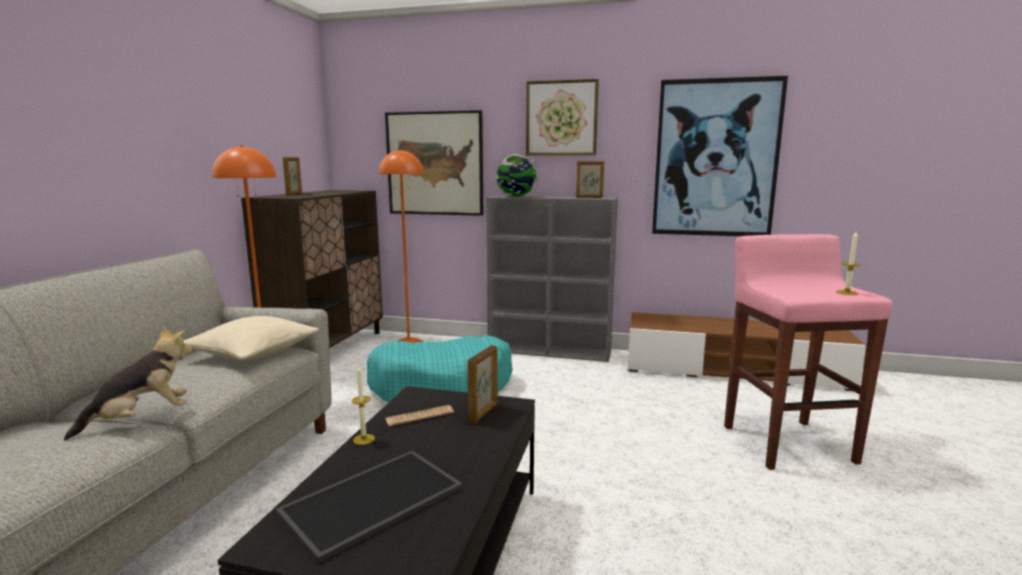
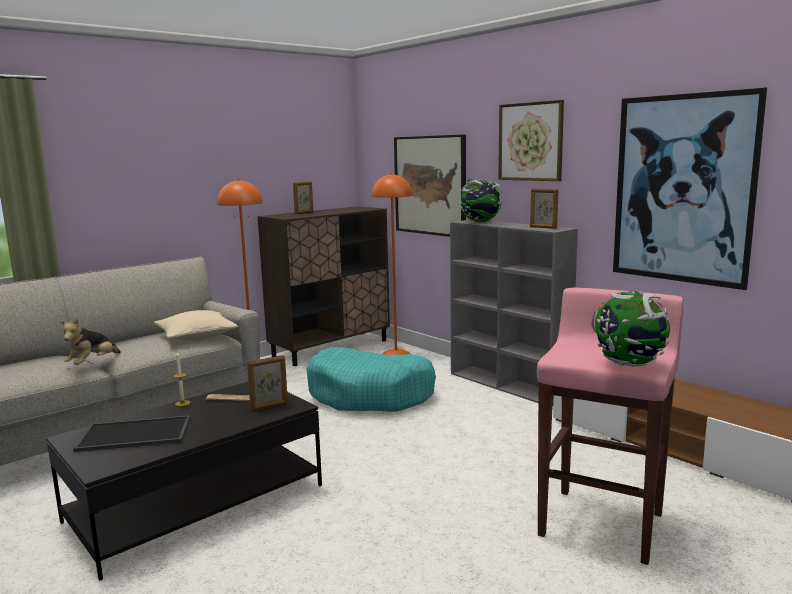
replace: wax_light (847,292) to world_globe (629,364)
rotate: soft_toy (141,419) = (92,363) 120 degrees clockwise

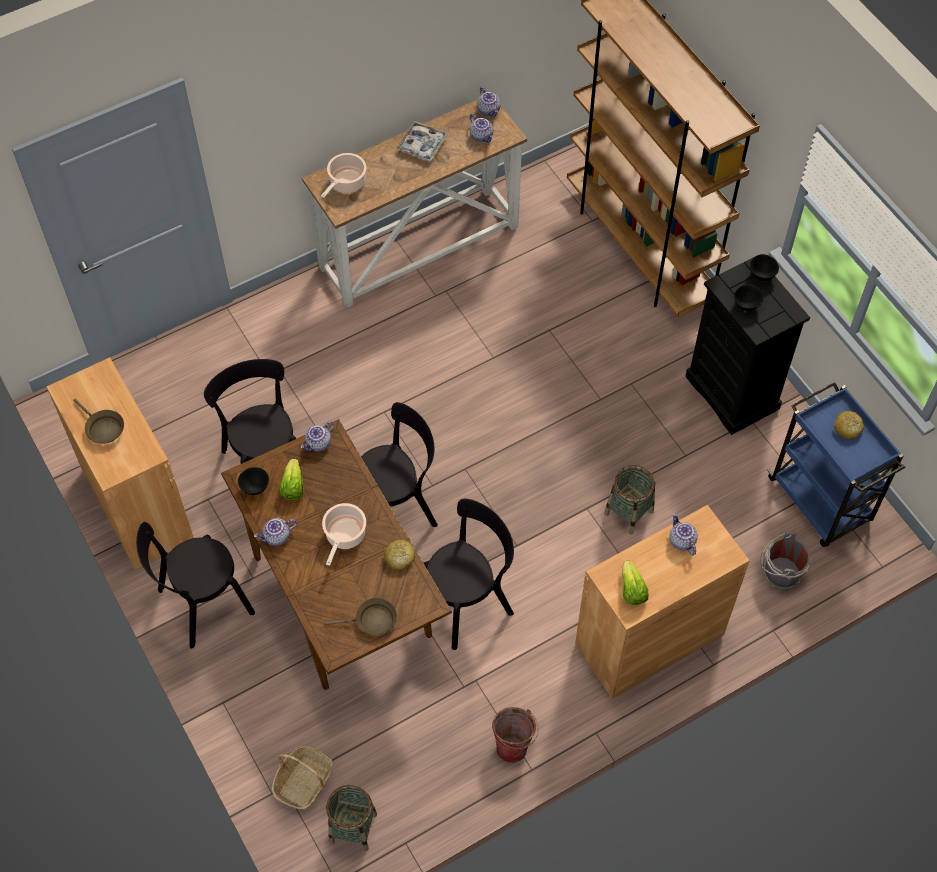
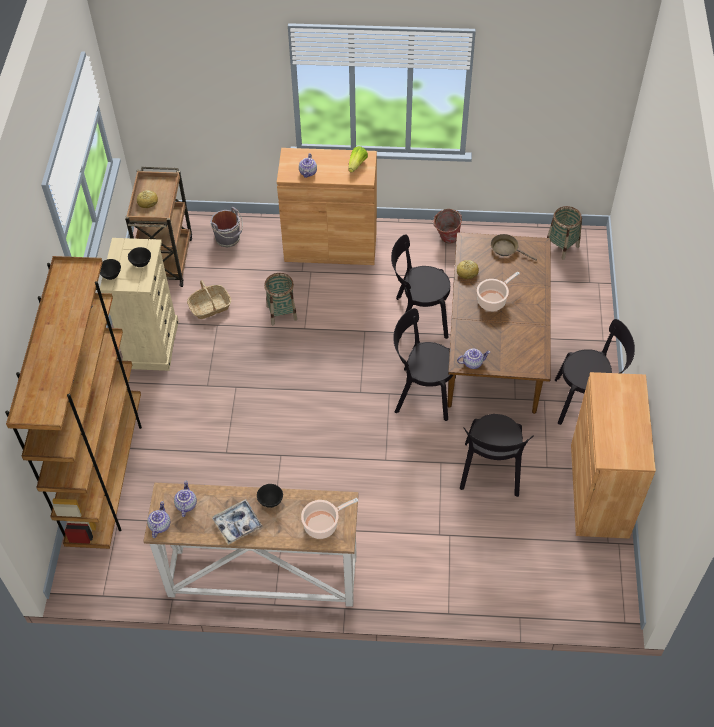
delete: brown_skillet (103,428); lettuce_head (293,486); pot_for_tea (277,537)
move: black-coloured_serving_bowl (255,488) to (271,501); storage_basket (304,781) to (210,307)
recolor: black-coloured_dresser (732,392) to sand-coloured_dresser (151,344); bluish_trolley (821,501) to brown_trolley (167,259)

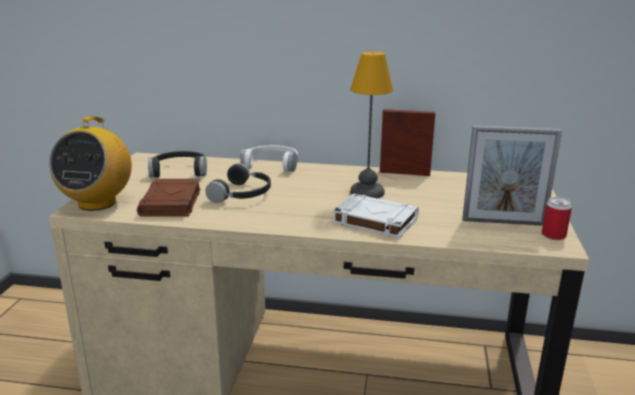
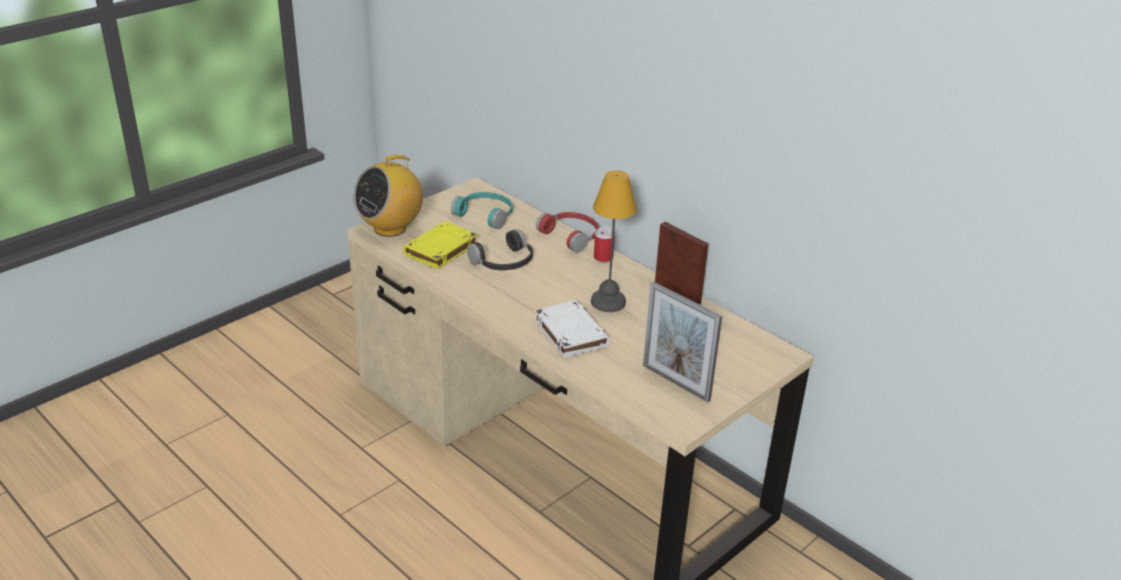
move: sealed_can (553,235) to (603,258)
recolor: white-coloured_headset (272,164) to red_headset (571,236); black-coloured_headset (179,171) to turquoise-coloured_headset (486,215); brown_bound_book (171,203) to yellow-coloured_bound_book (440,250)

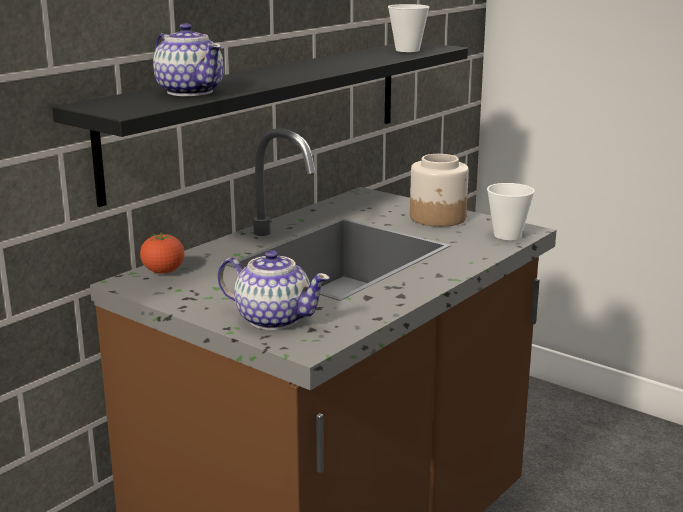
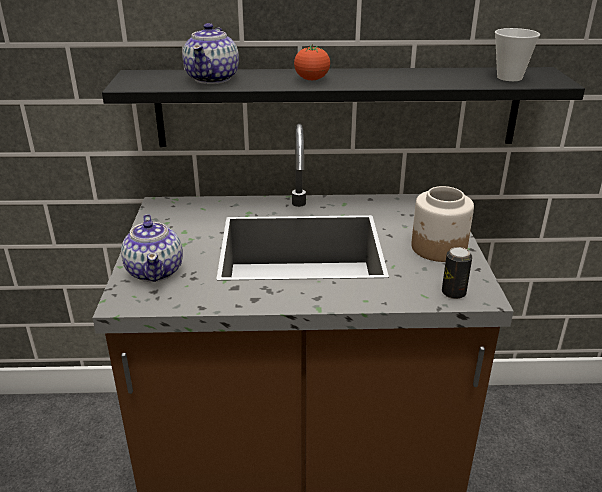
move: fresh_tomato (163,272) to (312,80)
replace: drinking_cup (507,235) to sealed_can (453,293)

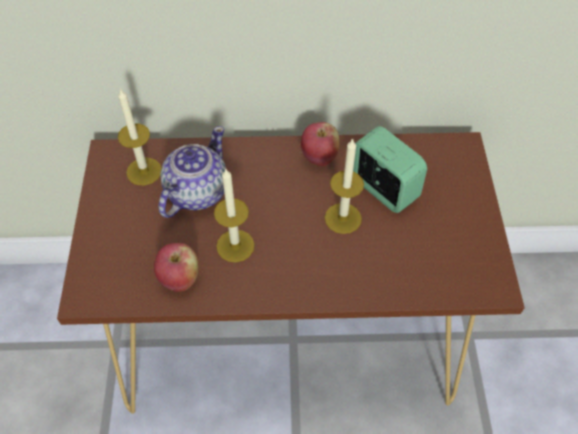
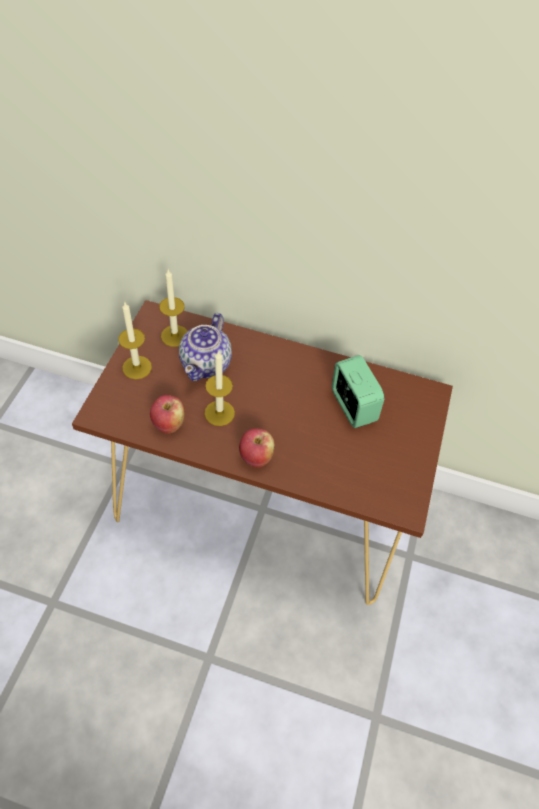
move: apple (319,157) to (256,457); wax_light (343,218) to (137,367)
rotate: pot_for_tea (196,192) = (206,364) 150 degrees clockwise

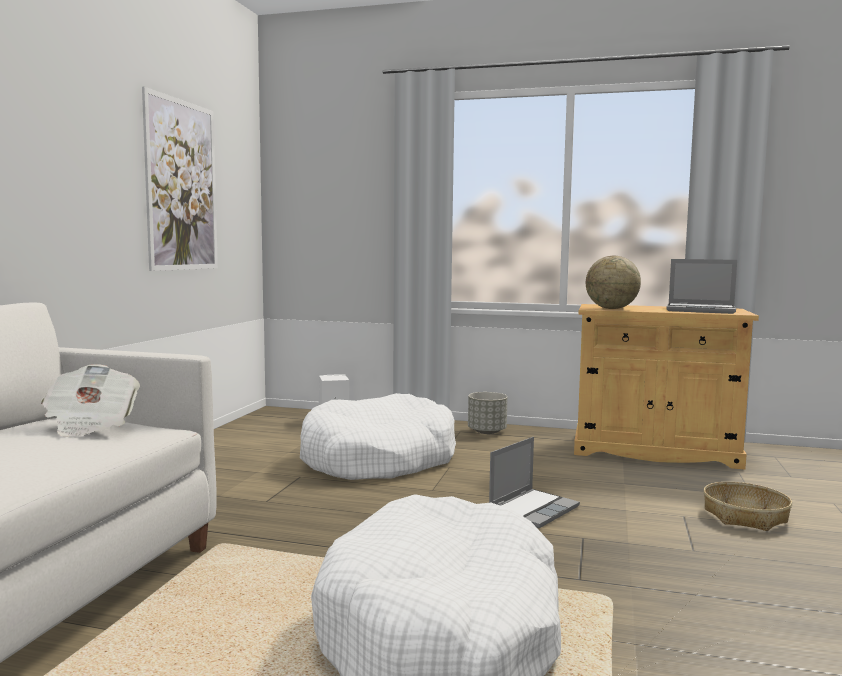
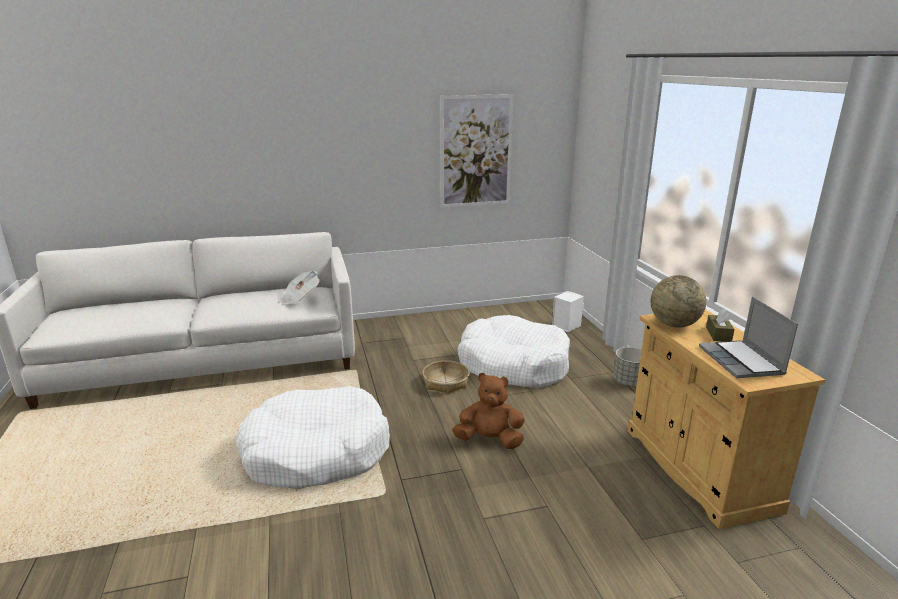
insert: brown_tissue_holder (718,334)
move: storage_basket (745,516) to (446,383)
replace: laptop (533,509) to brown_soft_toy (489,440)

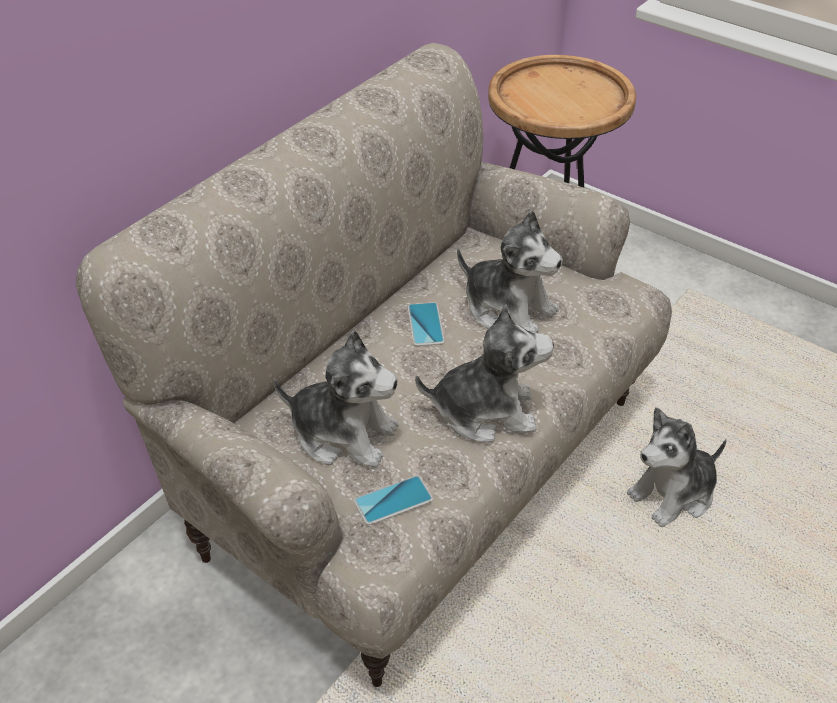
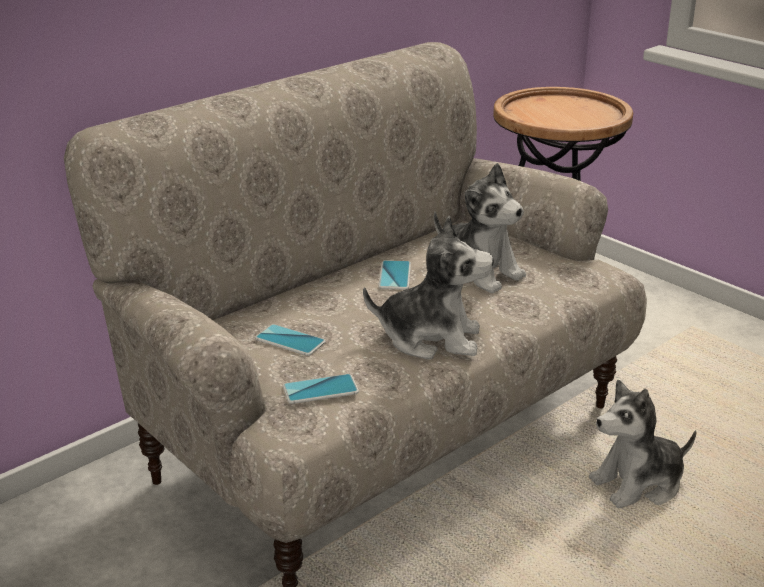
replace: soft_toy (343,434) to phone (290,341)

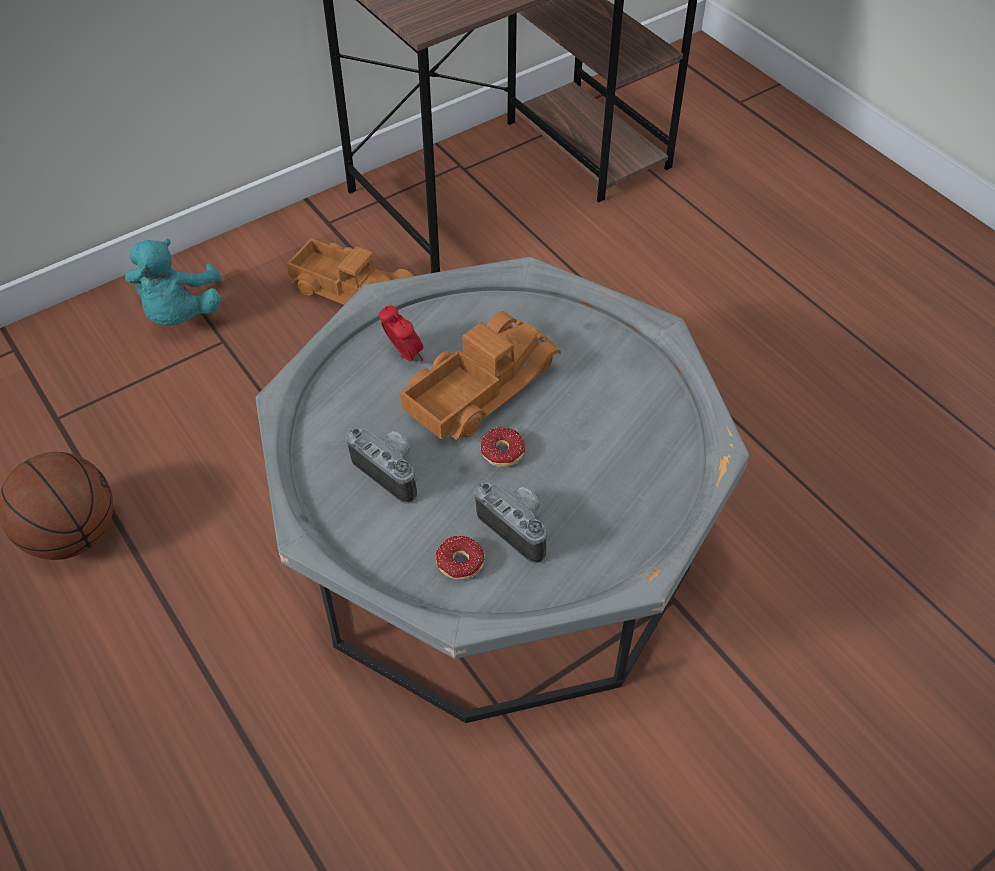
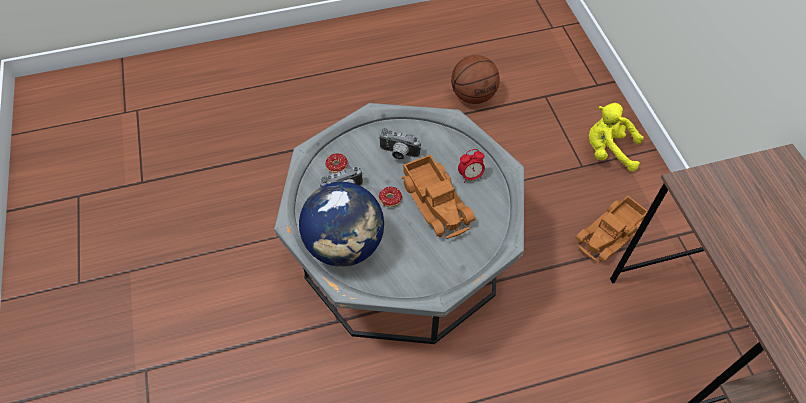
insert: world_globe (345,245)
recolor: turquoise-coloured_soft_toy (180,314) to yellow-coloured_soft_toy (608,151)
rotate: still_camera (391,471) = (398,154) 45 degrees clockwise

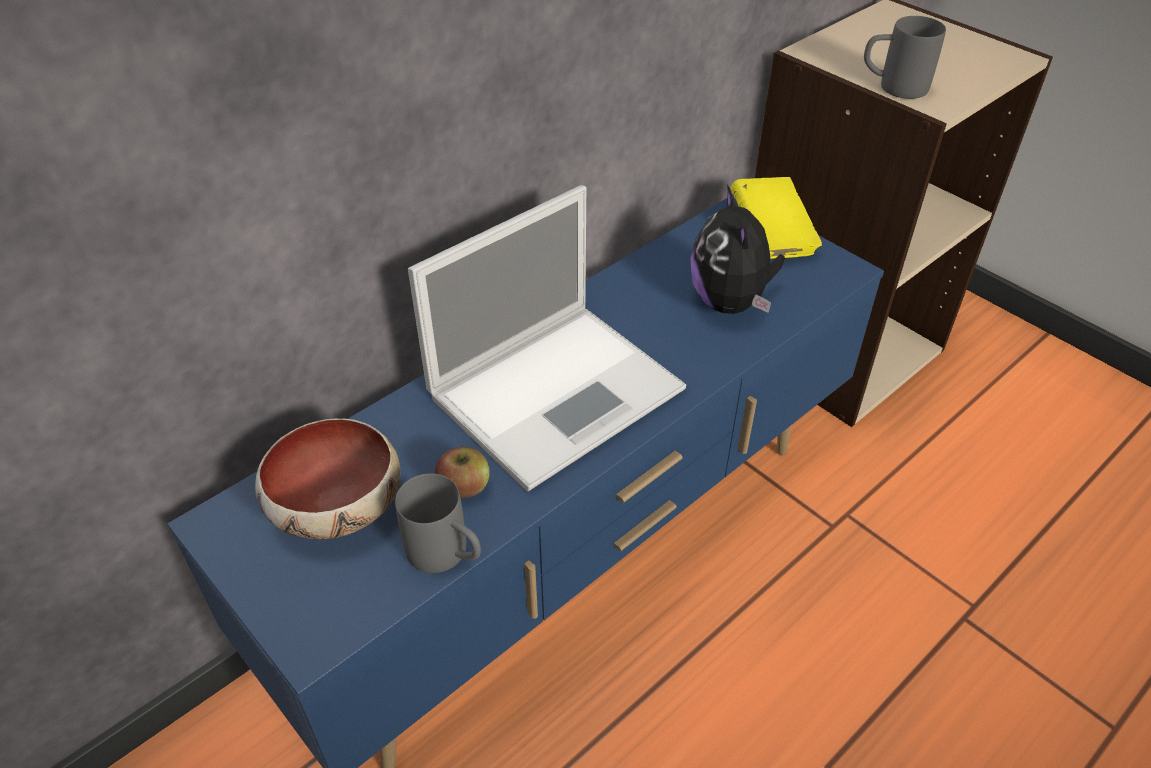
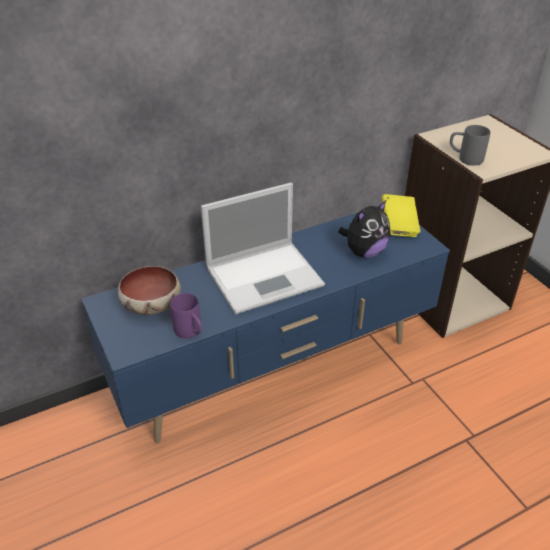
delete: apple (464,486)
recolor: grey_tea_mug (447,556) to purplish_tea_mug (191,333)
rotate: soft_toy (731,302) = (364,252) 135 degrees counterclockwise

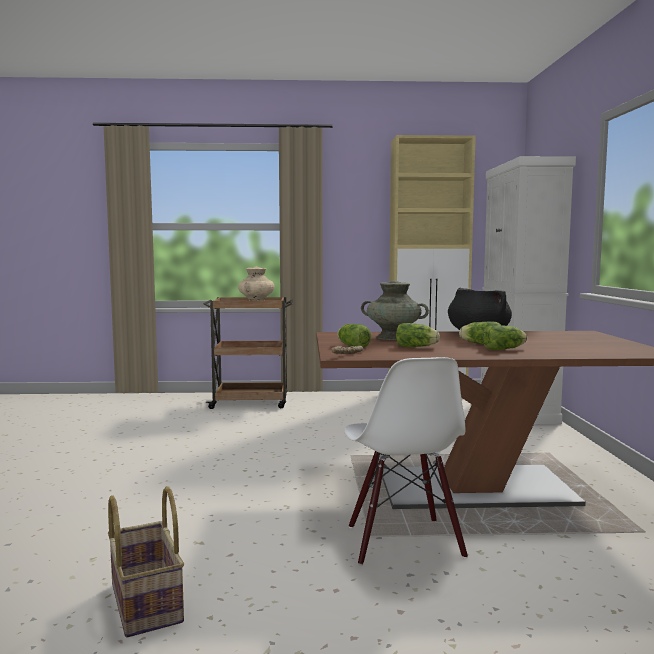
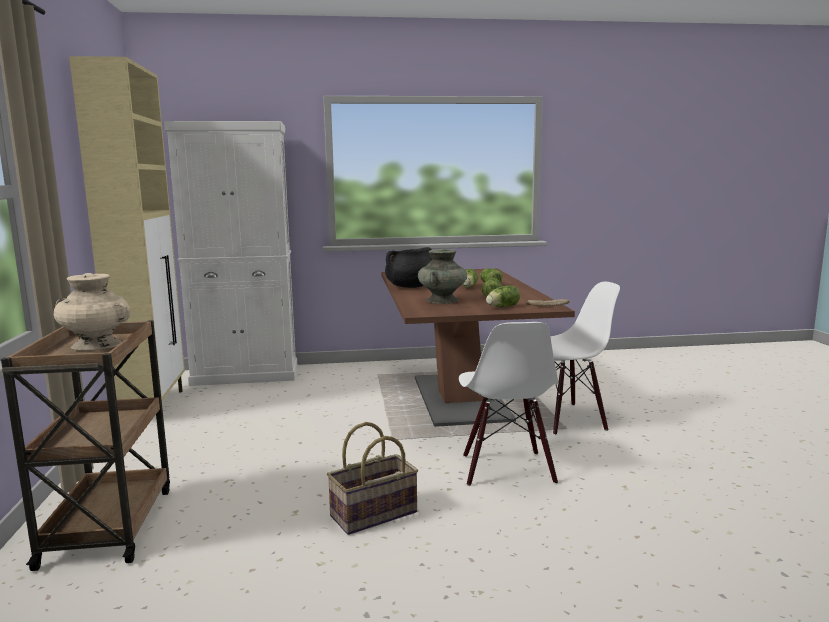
insert: white-coloured_upright_chair (506,469)
move: storage_basket (144,603) to (374,515)

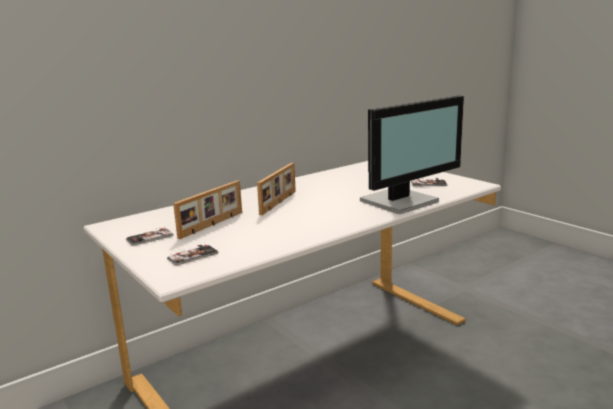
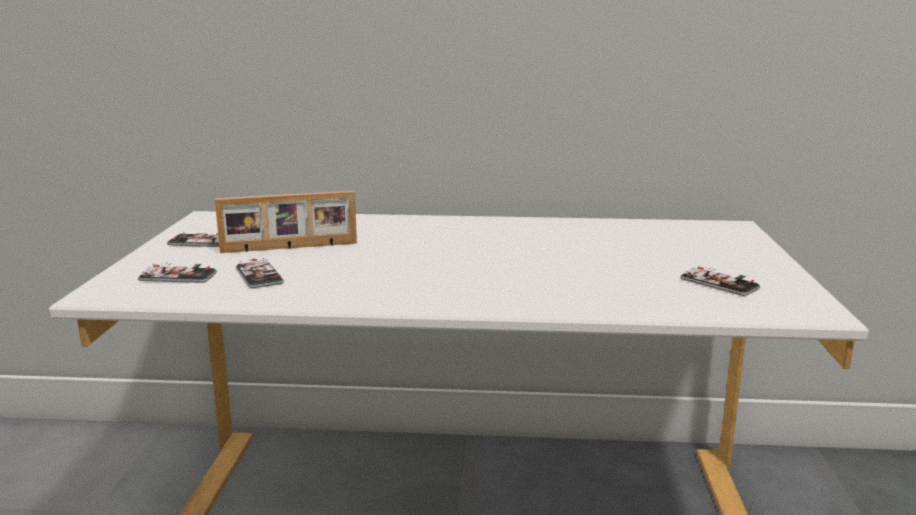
delete: computer_screen (402,202); picture_frame (279,202)
insert: phone (259,276)

